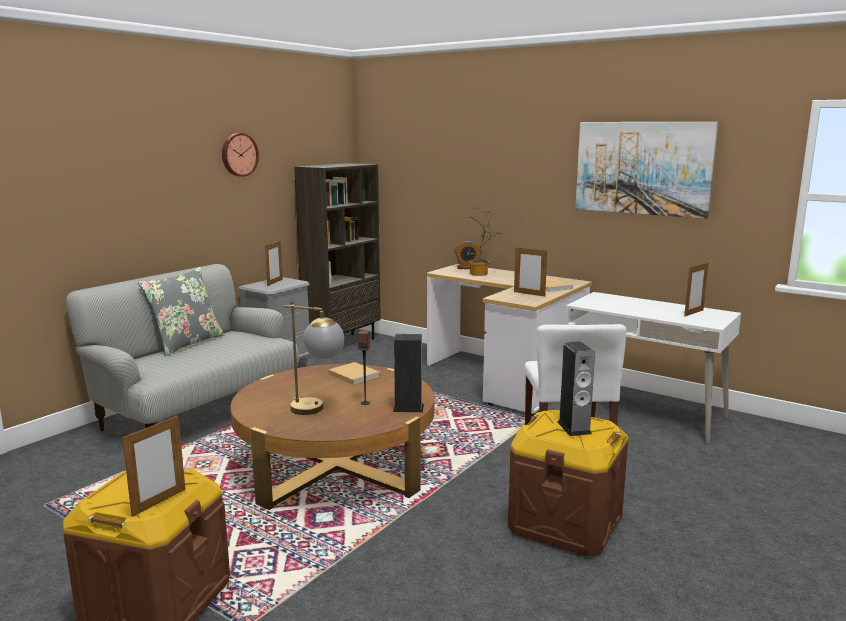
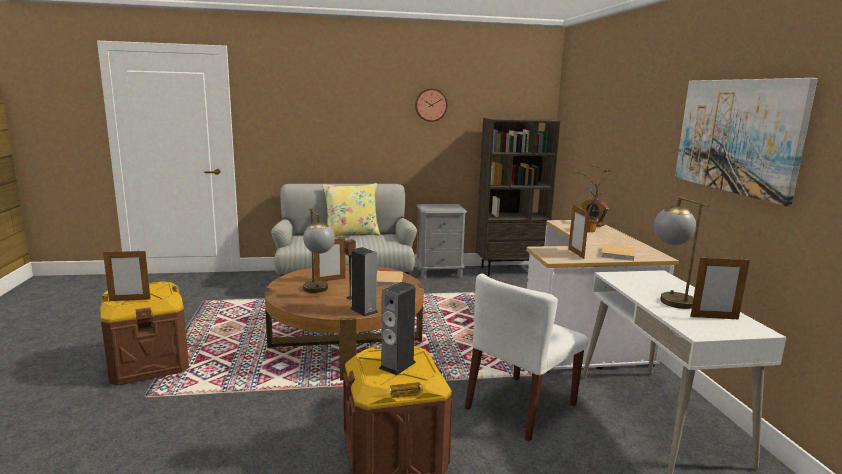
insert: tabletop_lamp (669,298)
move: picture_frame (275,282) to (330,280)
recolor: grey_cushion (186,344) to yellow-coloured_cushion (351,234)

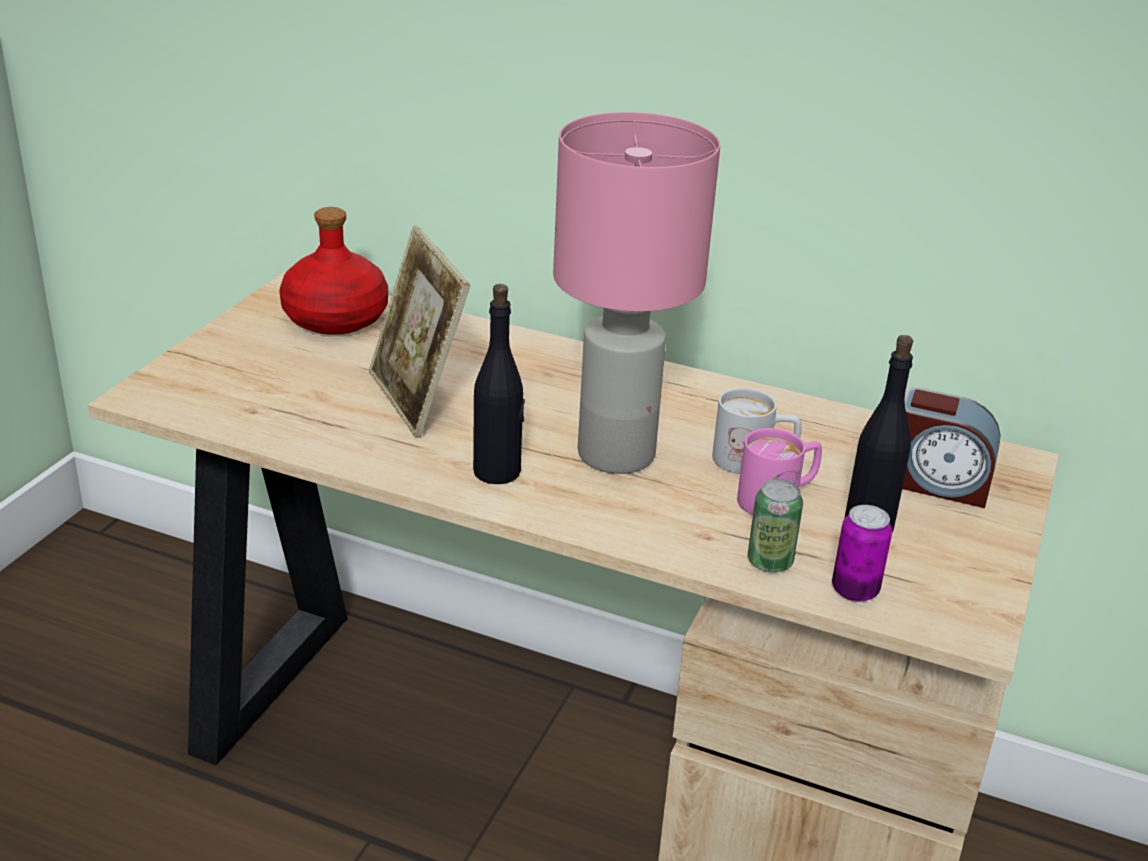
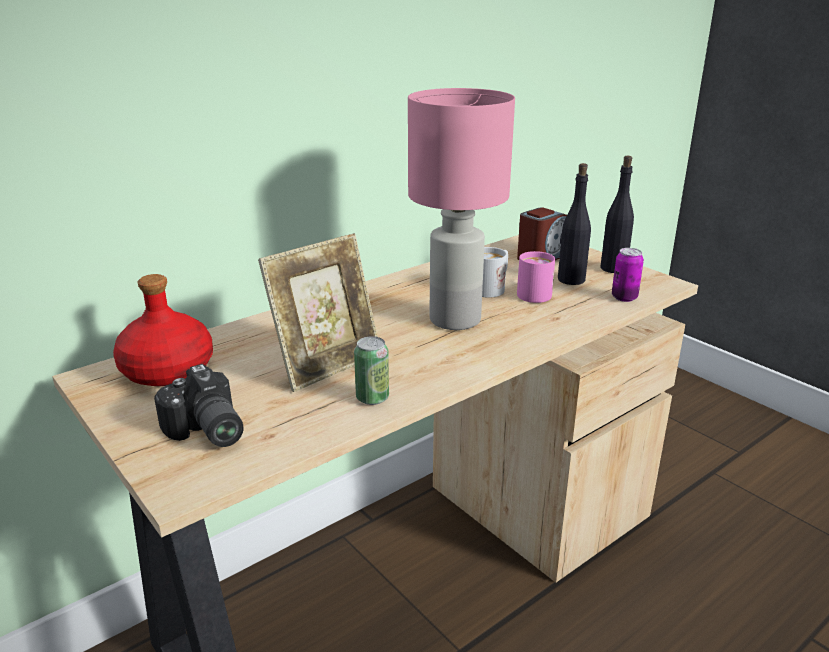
insert: still_camera (205,432)
move: black-coloured_bottle (498,472) to (613,268); sealed_can (769,562) to (372,398)
rotate: picture_frame (417,400) = (327,365) 45 degrees counterclockwise

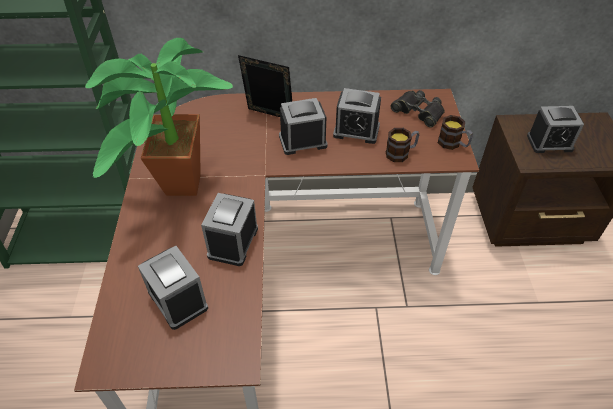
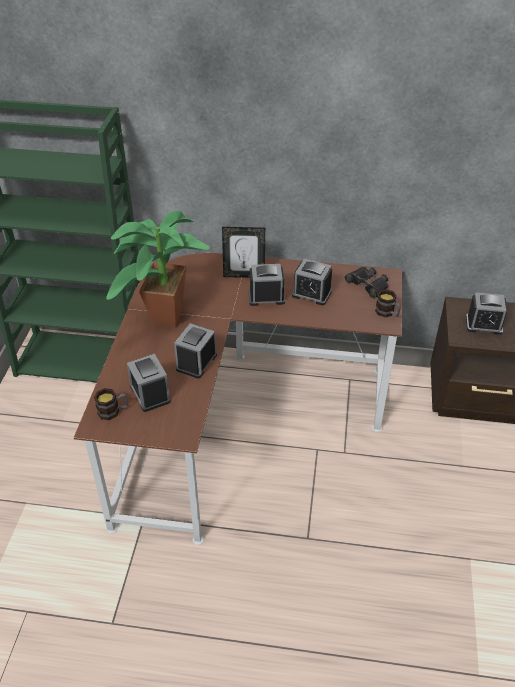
move: tea_mug (401,153) to (113,411)
rotate: picture_frame (269,117) = (244,275) 150 degrees clockwise

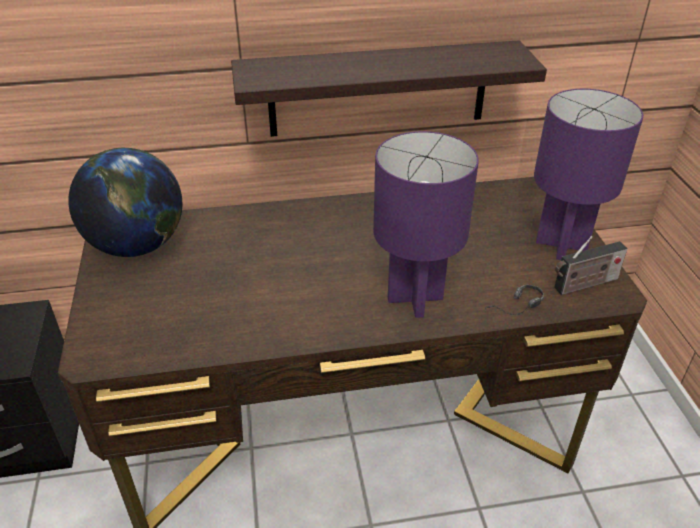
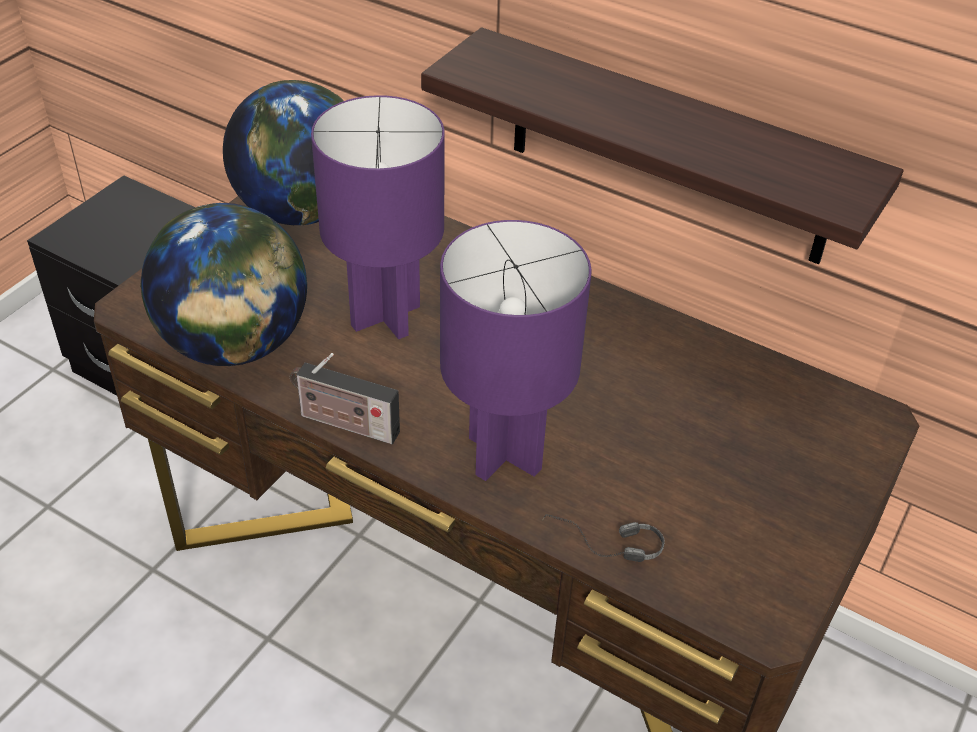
insert: world_globe (235,345)
move: purplish_tabletop_lamp (562,244) to (387,316); radio_receiver (583,285) to (344,424)

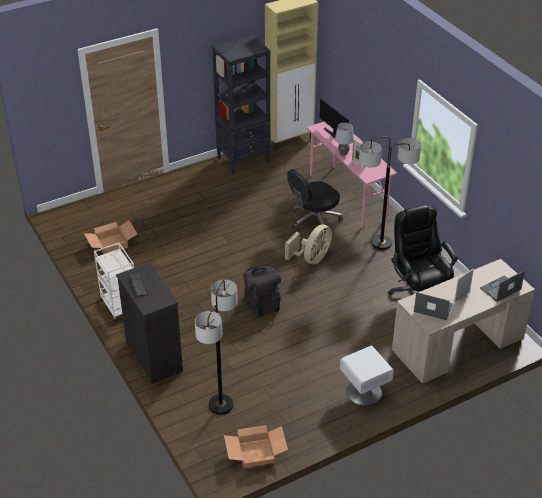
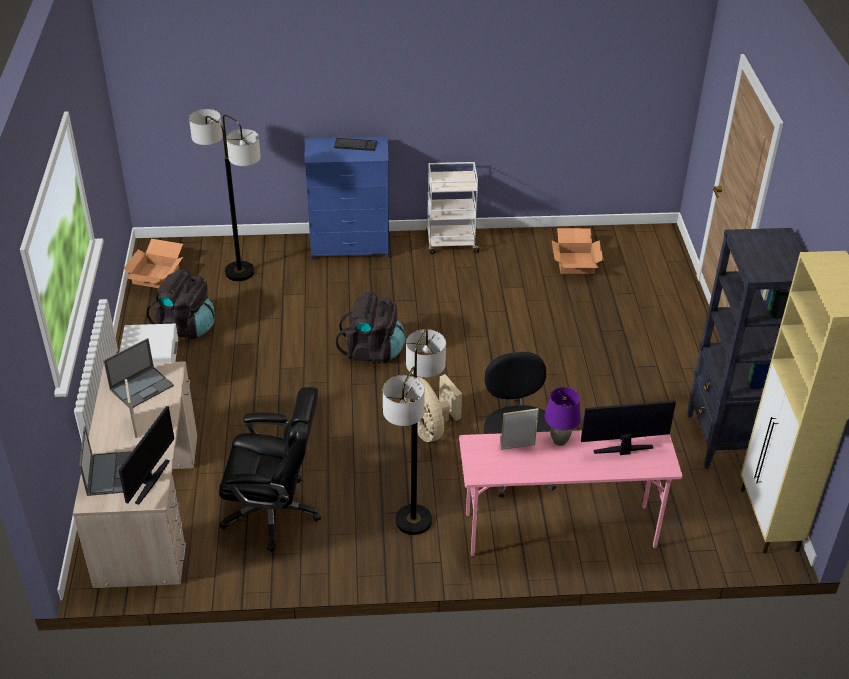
insert: black-coloured_rucksack (186,327); computer_screen (150,481)
recolor: grey_tabletop_lamp (343,153) to purplish_tabletop_lamp (559,441); black-coloured_dresser (154,356) to bluish_dresser (350,247)

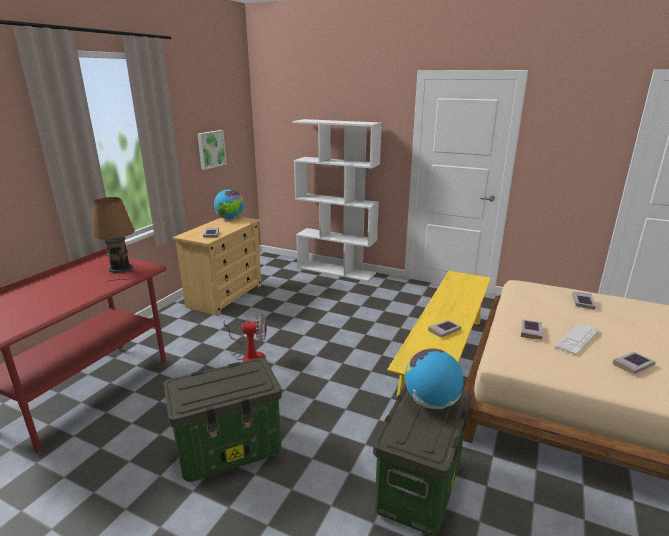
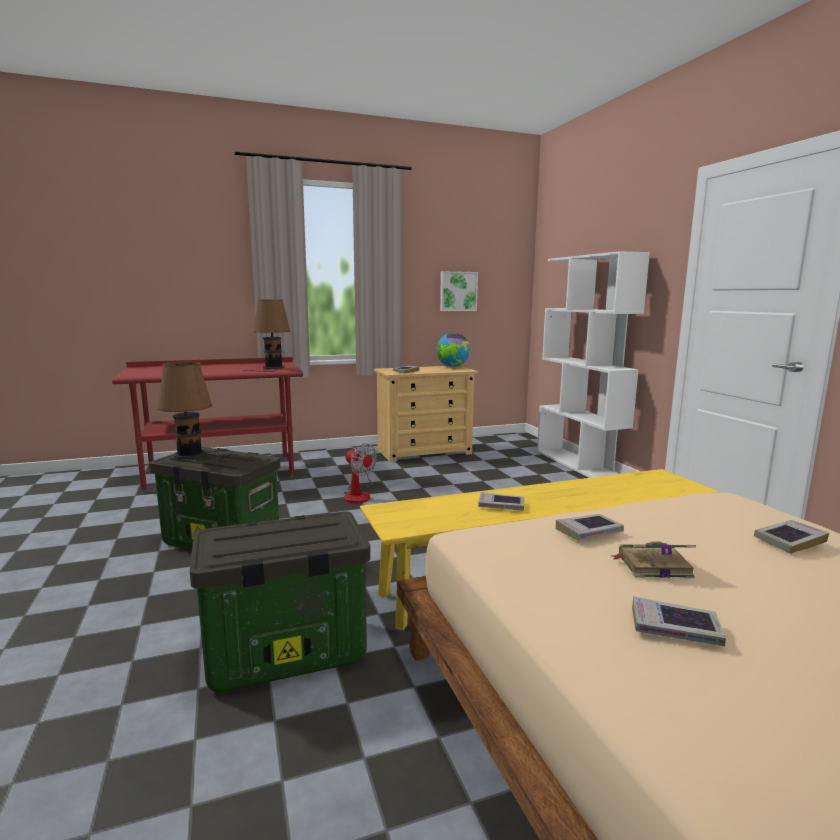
delete: world_globe (431,402)
insert: brown_tabletop_lamp (193,455)
replace: computer_keyboard (577,339) to bound_book (652,566)

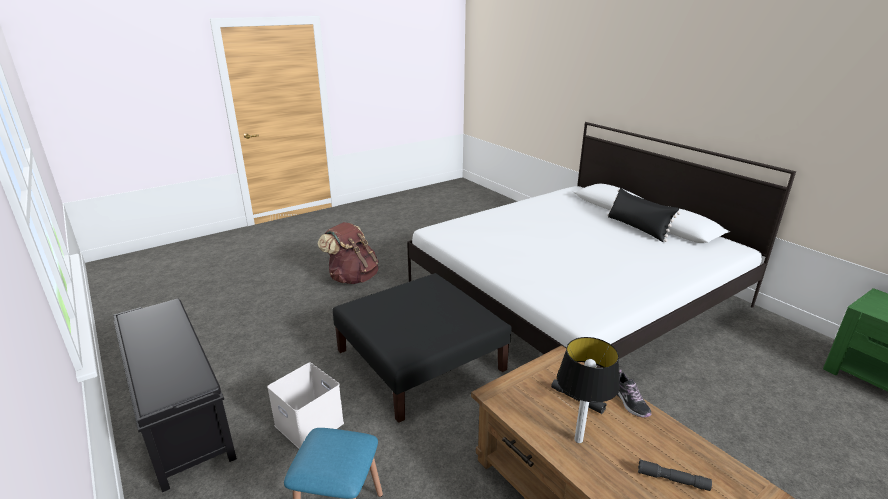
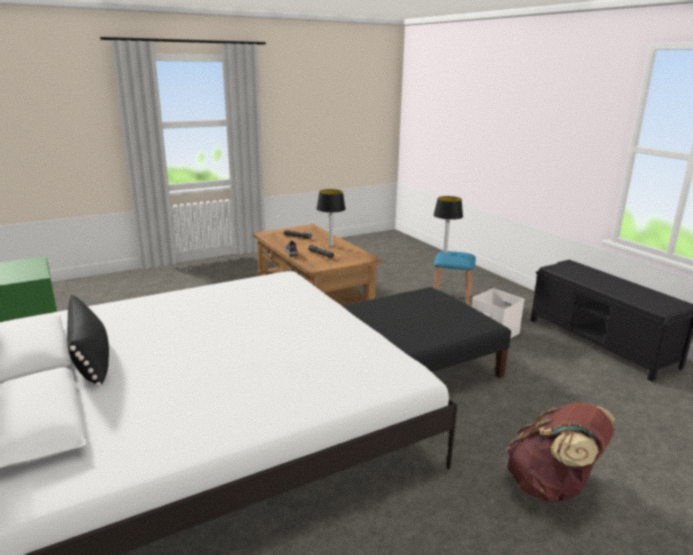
insert: tabletop_lamp (445,252)

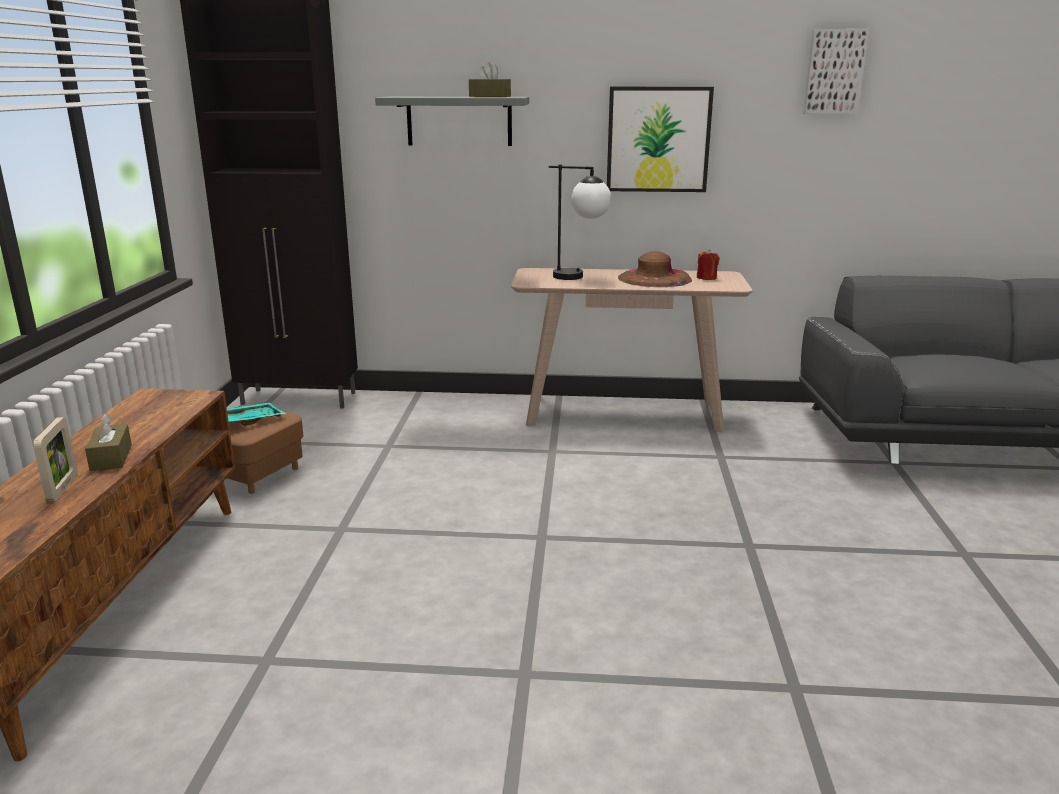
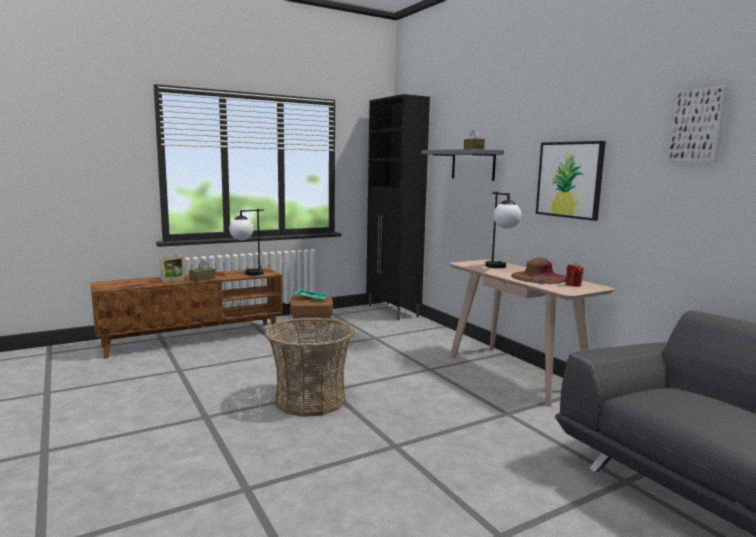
insert: tabletop_lamp (247,274); storage_basket (310,400)

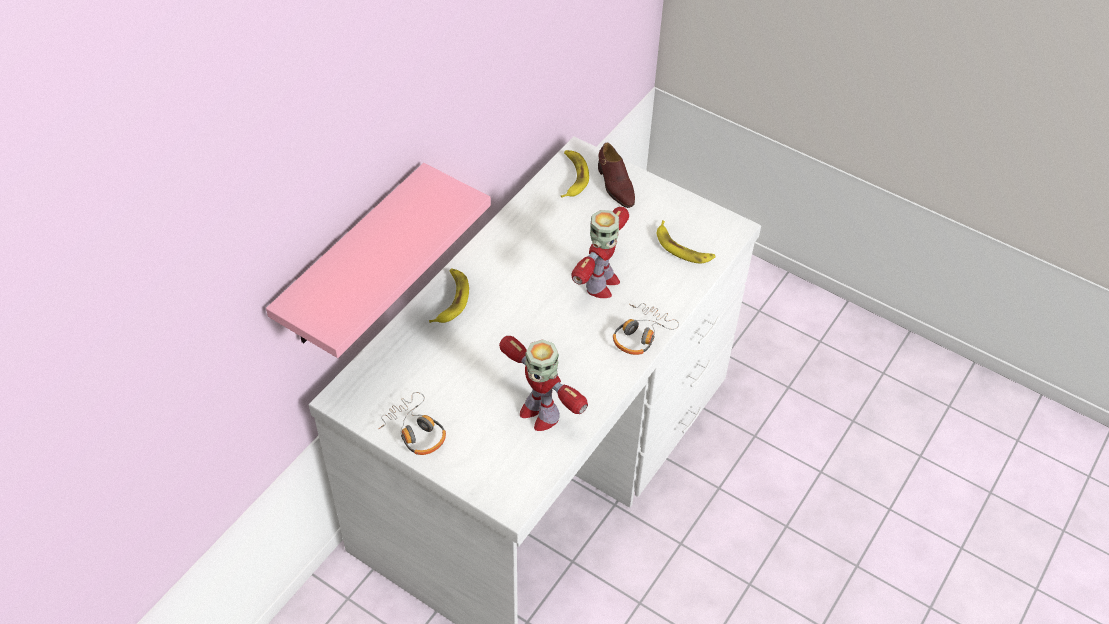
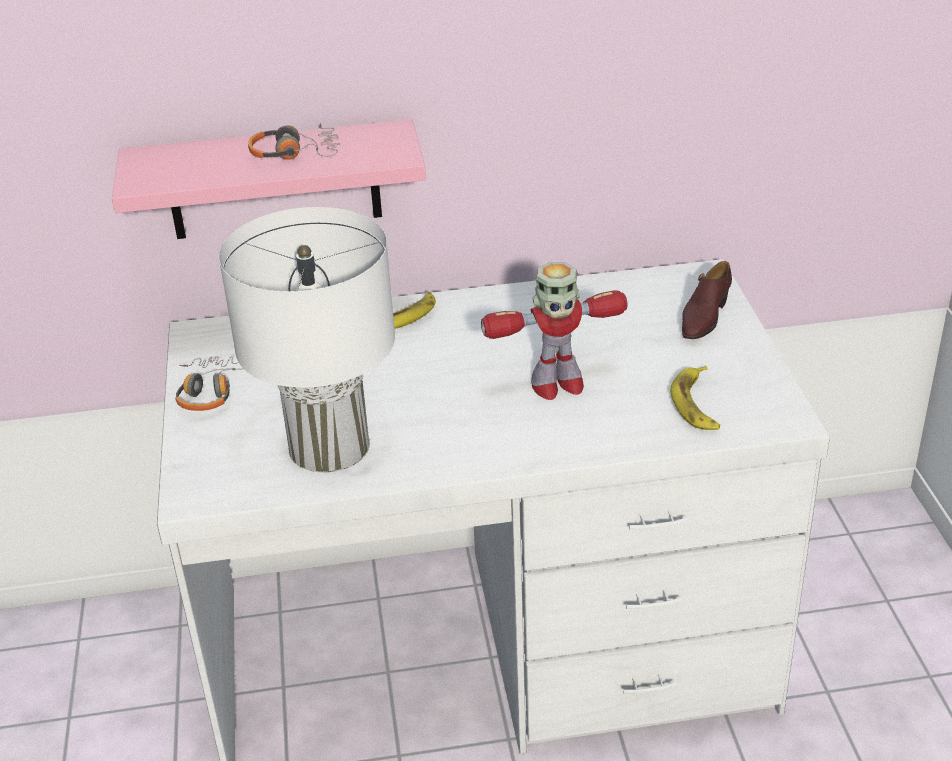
delete: whole_banana (572,176)
move: headset (640,334) to (295,153)
replace: robot_figure (539,413) to white-coloured_tabletop_lamp (329,446)

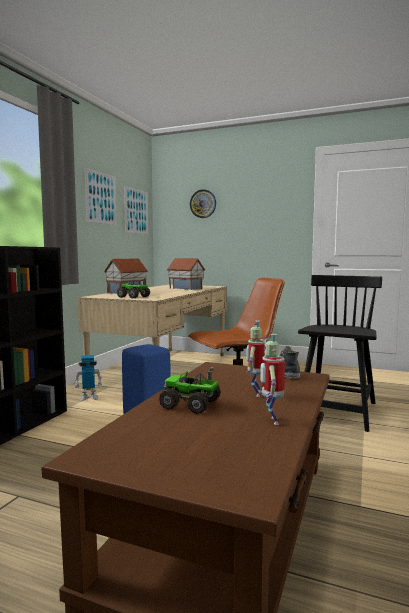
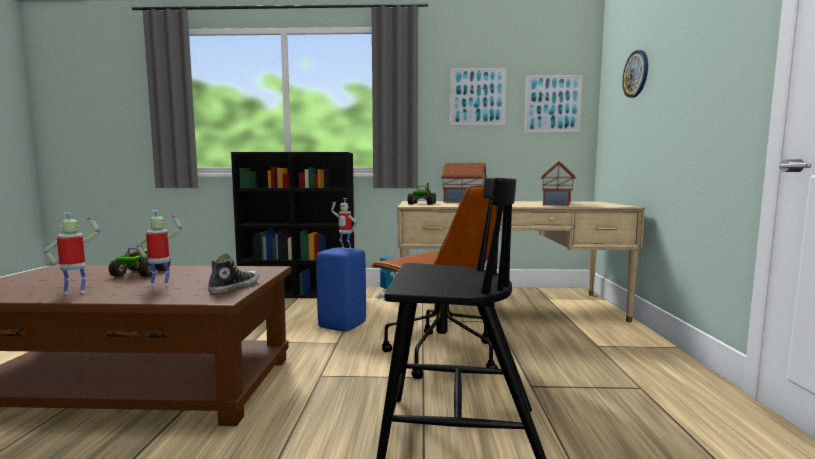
insert: robot_figure (345,248)

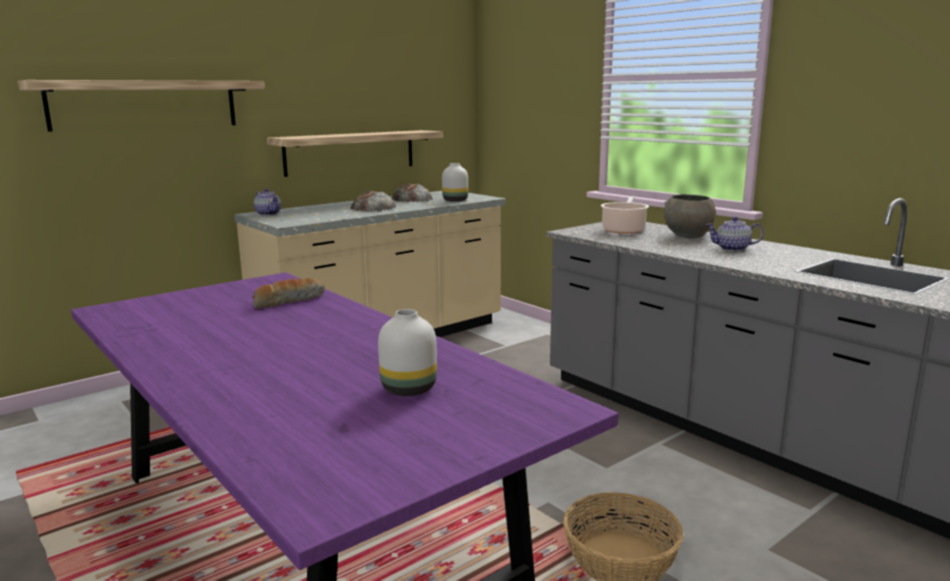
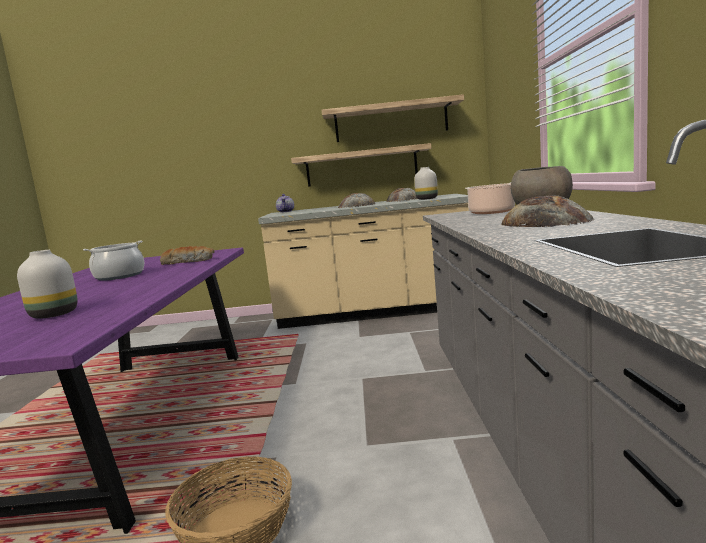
insert: cooking_pot (119,276)
move: wall_shelf (145,104) to (391,121)
replace: pot_for_tea (732,248) to bakery_bread (545,222)

